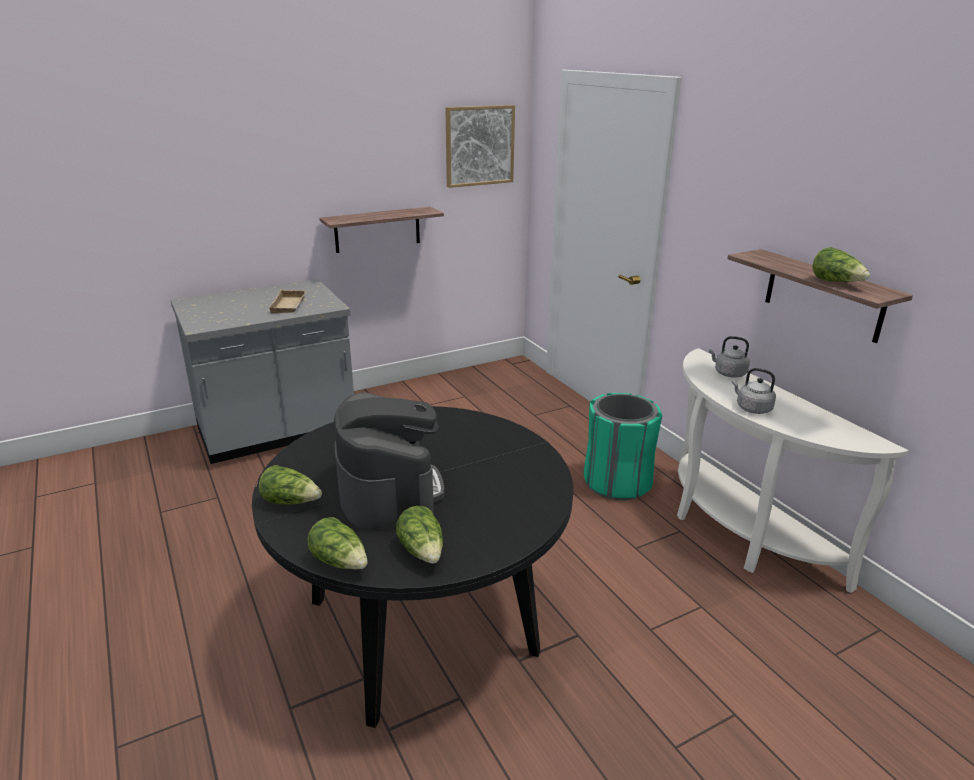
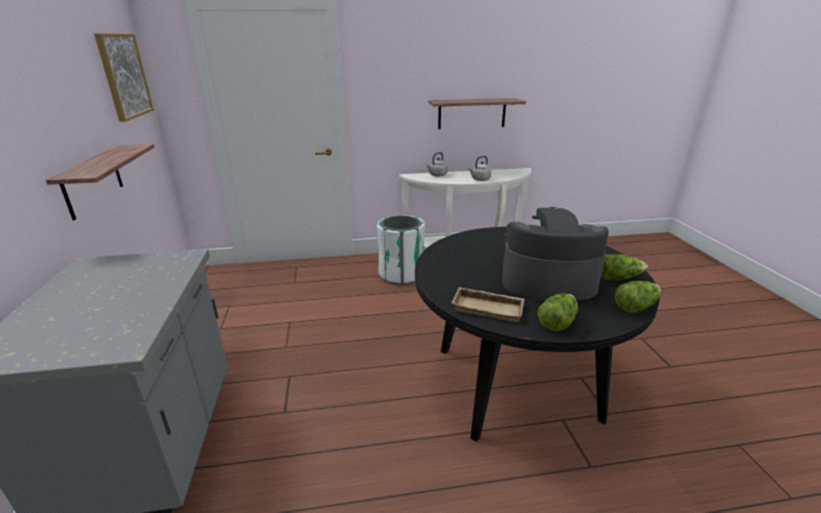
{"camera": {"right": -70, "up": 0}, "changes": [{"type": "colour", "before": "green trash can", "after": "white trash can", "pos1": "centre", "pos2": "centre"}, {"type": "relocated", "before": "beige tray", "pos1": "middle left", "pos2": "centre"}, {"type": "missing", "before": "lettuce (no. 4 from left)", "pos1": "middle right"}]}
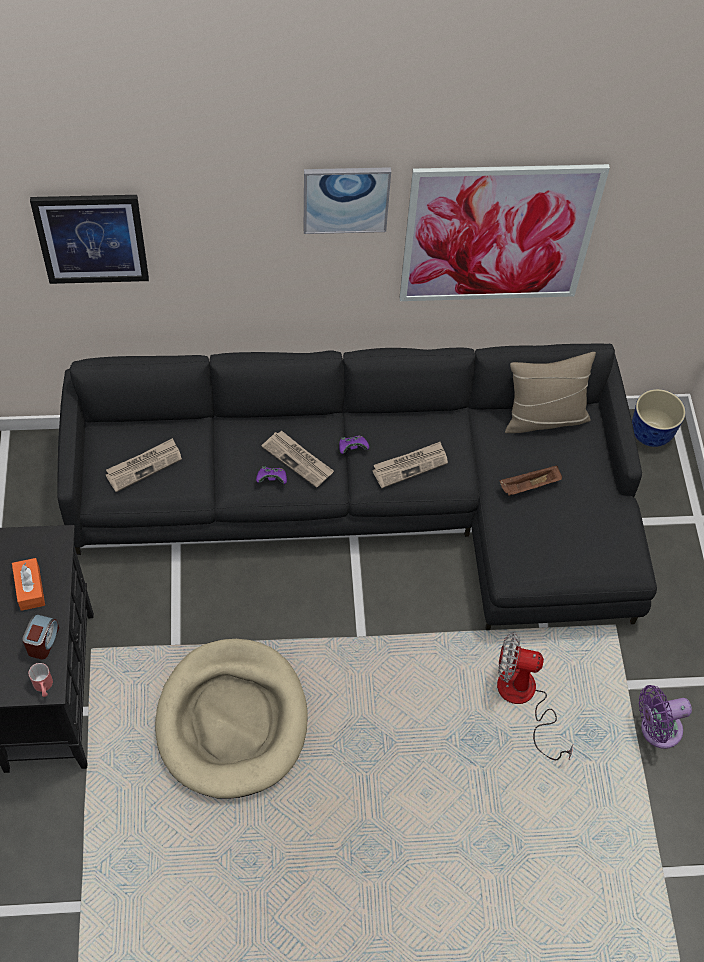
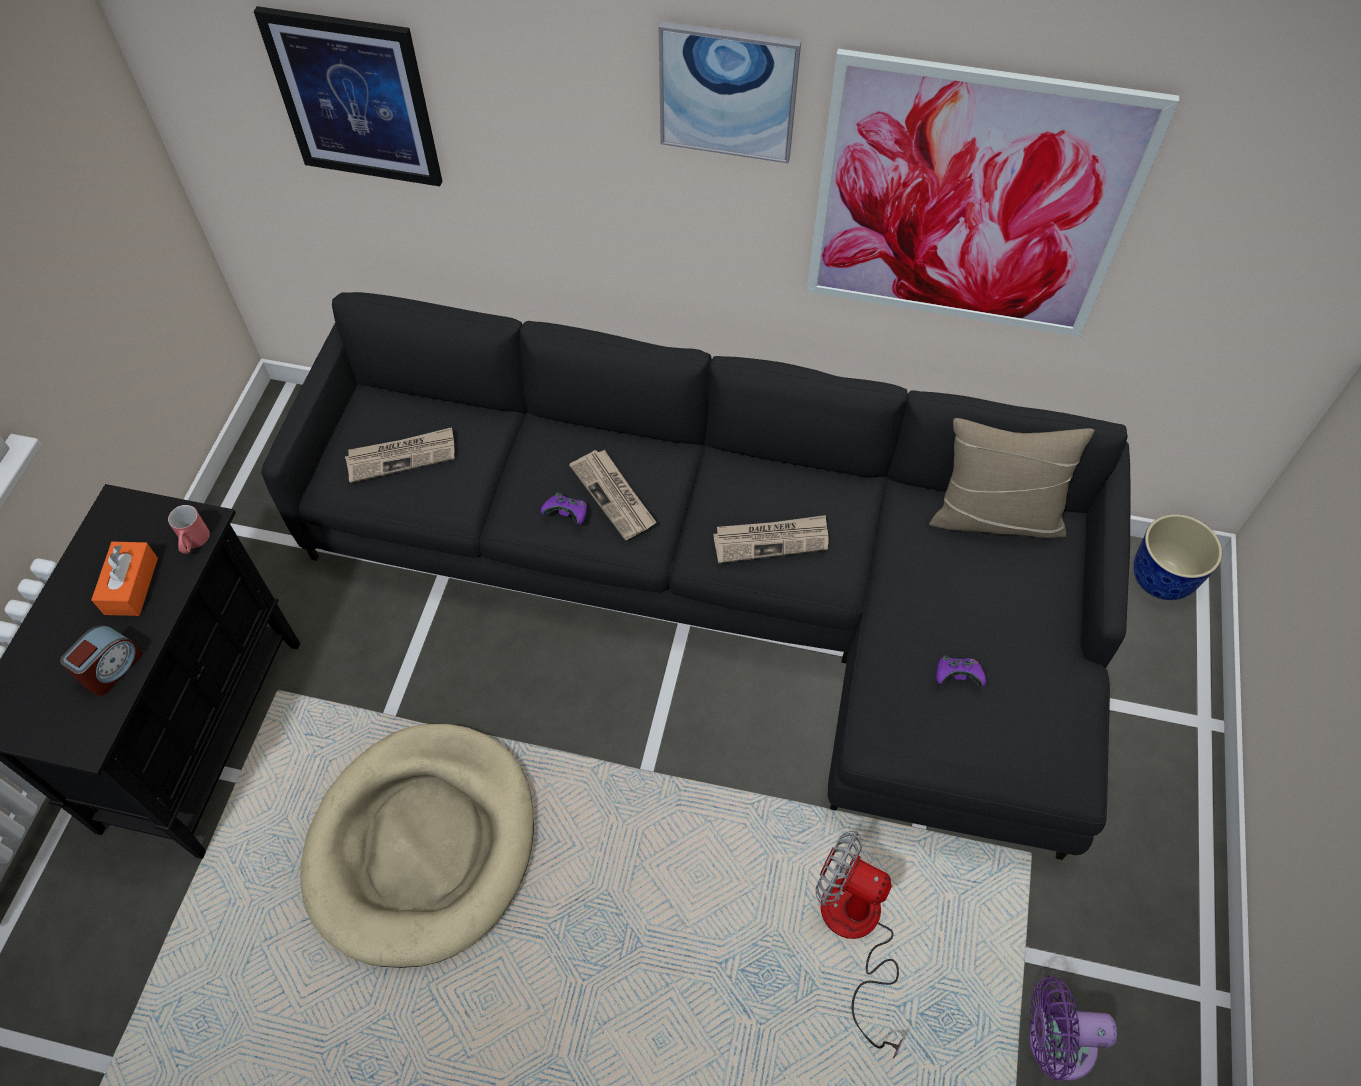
{"camera": {"right": 20, "up": 0}, "changes": [{"type": "relocated", "before": "red mug", "pos1": "bottom left", "pos2": "middle left"}, {"type": "relocated", "before": "purple game controller (no. 2 from left)", "pos1": "centre", "pos2": "middle right"}, {"type": "missing", "before": "brown tray", "pos1": "middle right"}]}
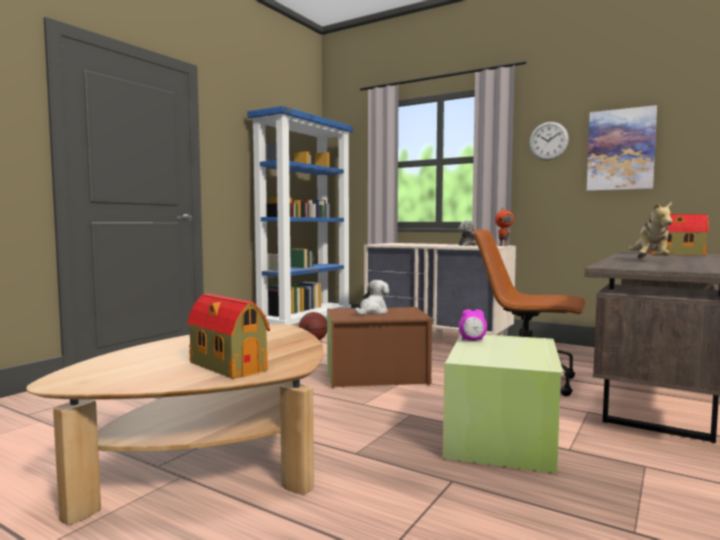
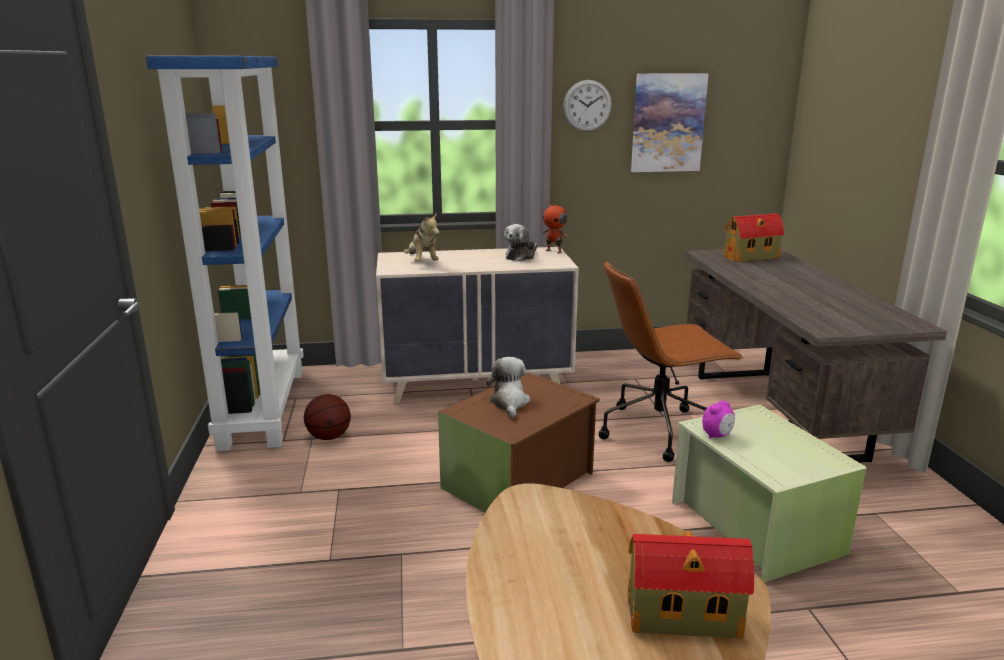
{"camera": {"right": -40, "up": 15}, "changes": [{"type": "relocated", "before": "plush toy (no. 3 from left in the first image)", "after": "plush toy (no. 1 from left)", "pos1": "middle right", "pos2": "centre"}]}
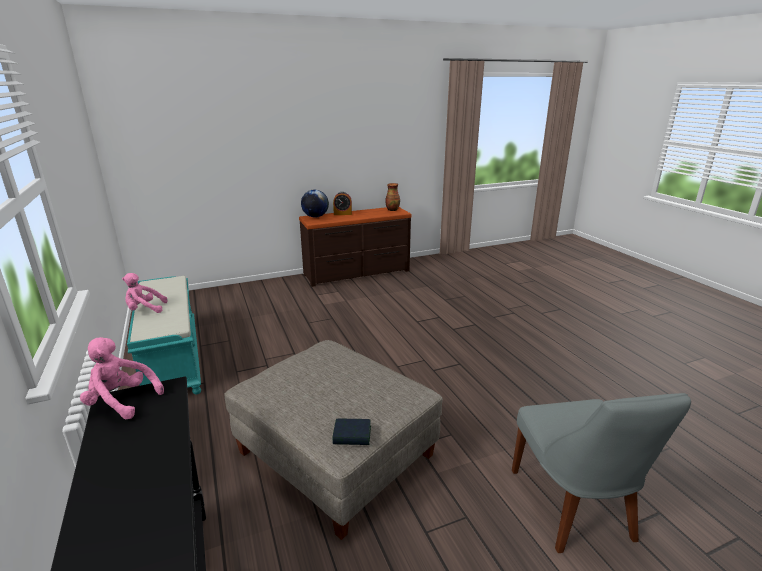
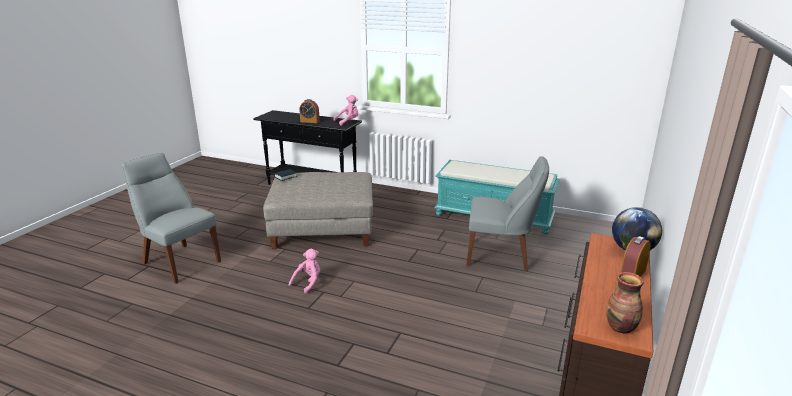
{"camera": {"right": 135, "up": 0}, "changes": [{"type": "relocated", "before": "pink plush toy (no. 2 from left in the first image)", "after": "pink plush toy (no. 1 from left)", "pos1": "middle left", "pos2": "bottom centre"}, {"type": "appeared", "after": "alarm clock (no. 1 from left)", "pos2": "top centre"}, {"type": "appeared", "after": "grey chair (no. 2 from left)", "pos2": "centre"}]}
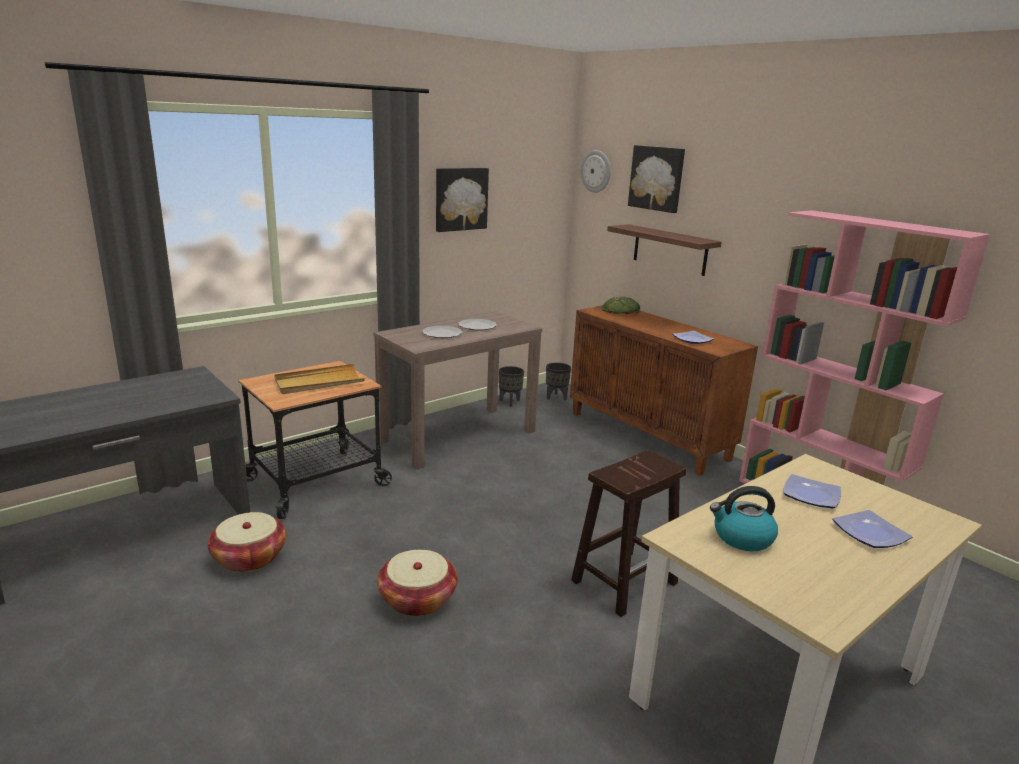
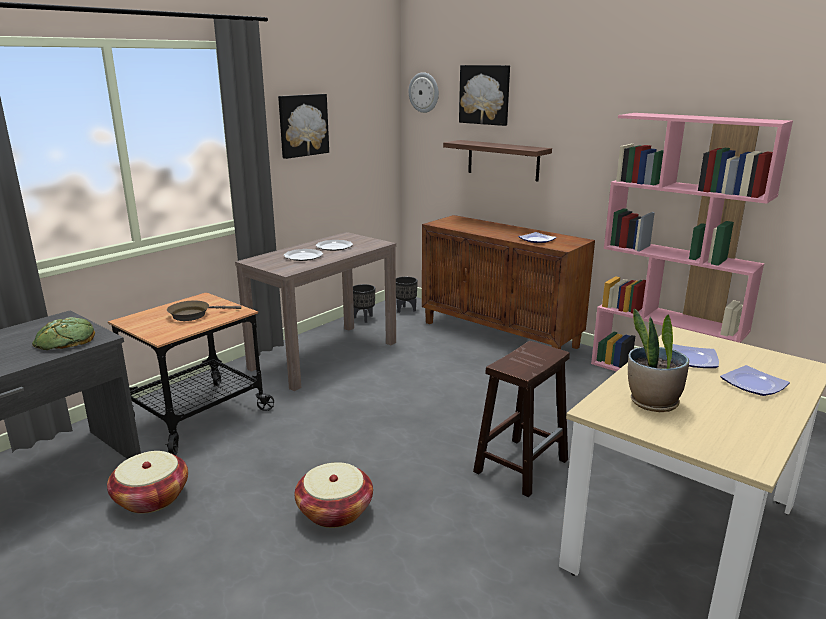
{"camera": {"right": -10, "up": 0}, "changes": [{"type": "relocated", "before": "bread", "pos1": "centre", "pos2": "middle left"}, {"type": "exchanged", "before": "beige tray", "after": "brown frying pan", "pos1": "middle left", "pos2": "middle left"}, {"type": "exchanged", "before": "kettle", "after": "potted plant", "pos1": "bottom right", "pos2": "middle right"}]}
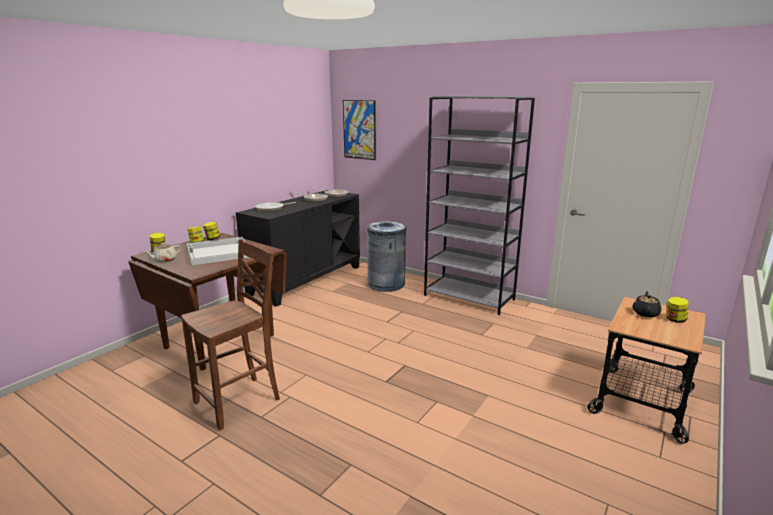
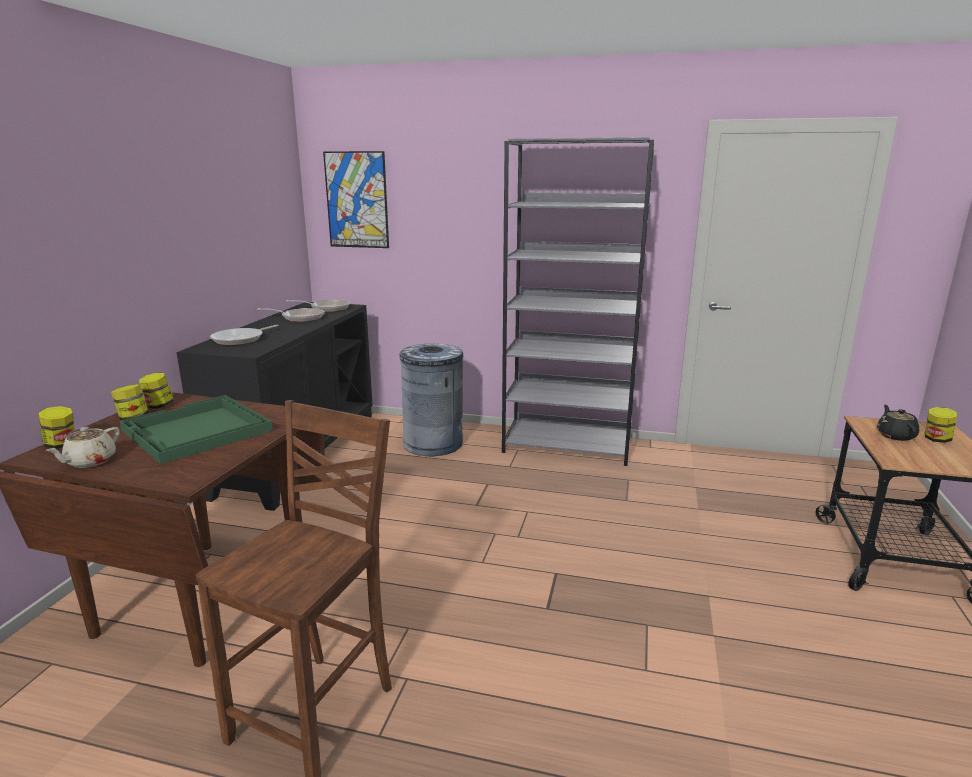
{"camera": {"right": -20, "up": 0}, "changes": [{"type": "colour", "before": "white tray", "after": "green tray", "pos1": "middle left", "pos2": "middle left"}]}
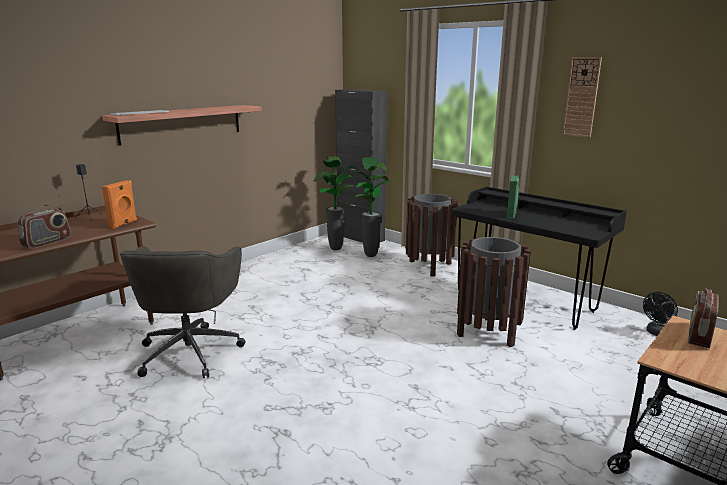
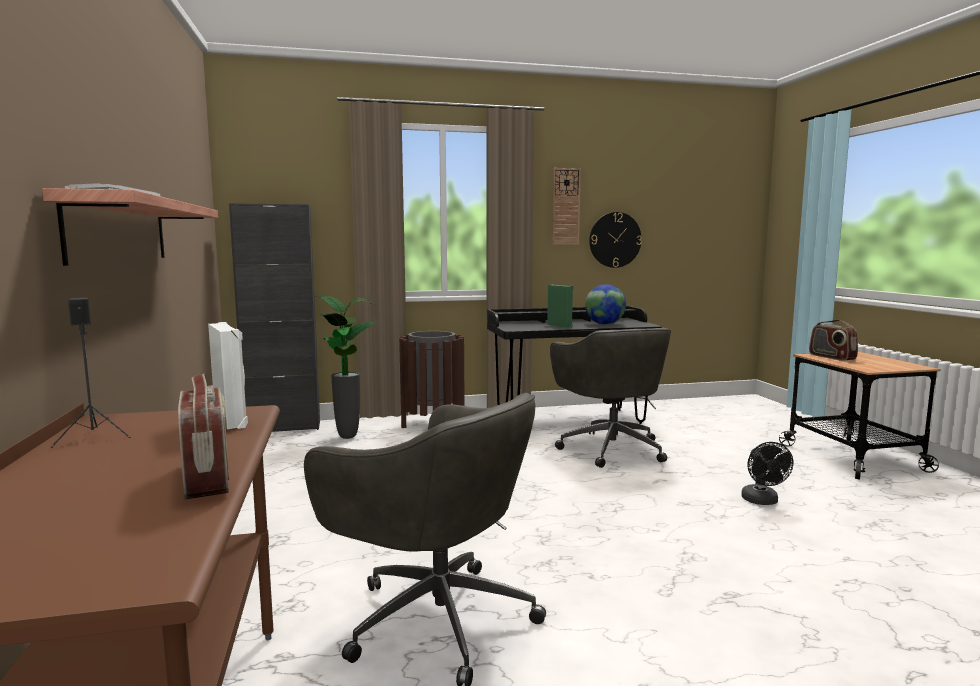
{"camera": {"right": -55, "up": -10}, "changes": [{"type": "colour", "before": "orange speaker", "after": "white speaker", "pos1": "middle left", "pos2": "middle left"}, {"type": "exchanged", "before": "brown trash can (no. 2 from left)", "after": "grey office chair (no. 2 from left)", "pos1": "middle right", "pos2": "centre"}, {"type": "appeared", "after": "globe", "pos2": "centre"}, {"type": "appeared", "after": "wall clock (no. 2 from left)", "pos2": "centre"}, {"type": "relocated", "before": "black fan", "pos1": "middle right", "pos2": "bottom right"}, {"type": "missing", "before": "potted plant (no. 1 from left)", "pos1": "centre"}]}
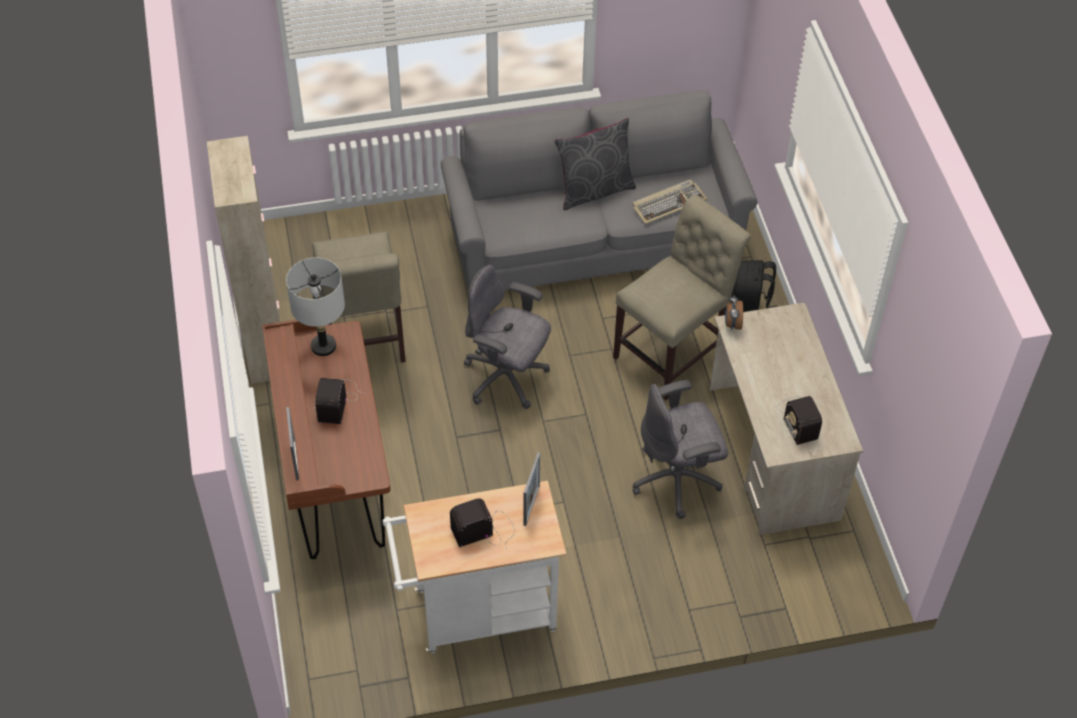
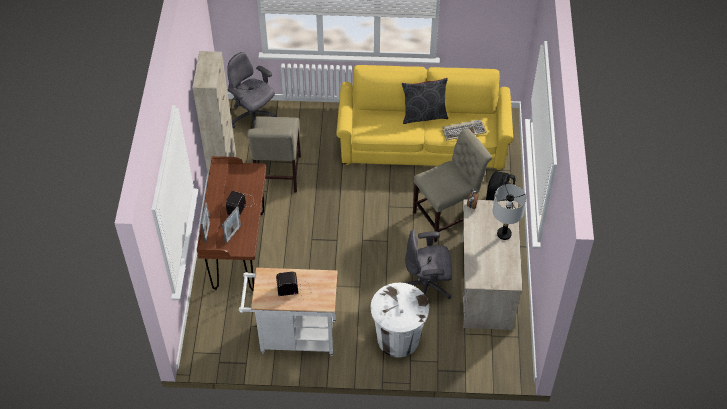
{"camera": {"right": 15, "up": 0}, "changes": [{"type": "relocated", "before": "picture frame (no. 2 from left)", "pos1": "bottom centre", "pos2": "middle left"}, {"type": "relocated", "before": "grey office chair (no. 1 from left)", "pos1": "centre", "pos2": "top centre"}, {"type": "colour", "before": "grey sofa", "after": "yellow sofa", "pos1": "top centre", "pos2": "top centre"}, {"type": "appeared", "after": "white trash can", "pos2": "bottom centre"}, {"type": "relocated", "before": "grey table lamp", "pos1": "middle left", "pos2": "middle right"}, {"type": "missing", "before": "radio (no. 3 from left)", "pos1": "middle right"}]}
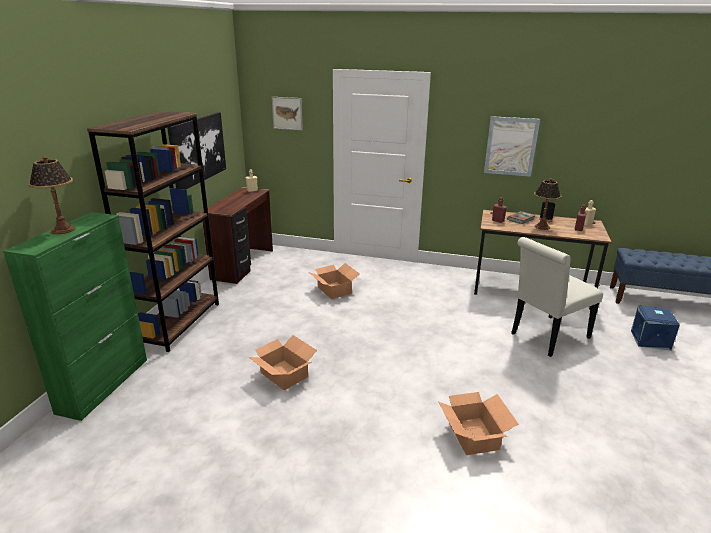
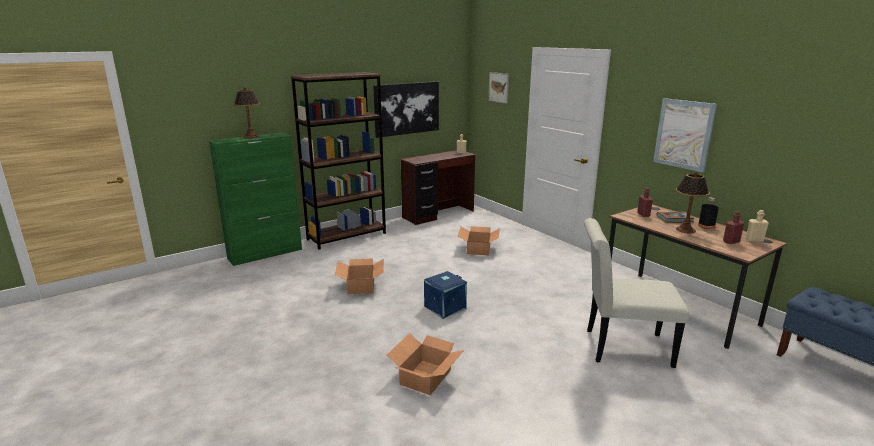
{"camera": {"right": 40, "up": -5}, "changes": [{"type": "relocated", "before": "blue storage box", "pos1": "middle right", "pos2": "centre"}]}
